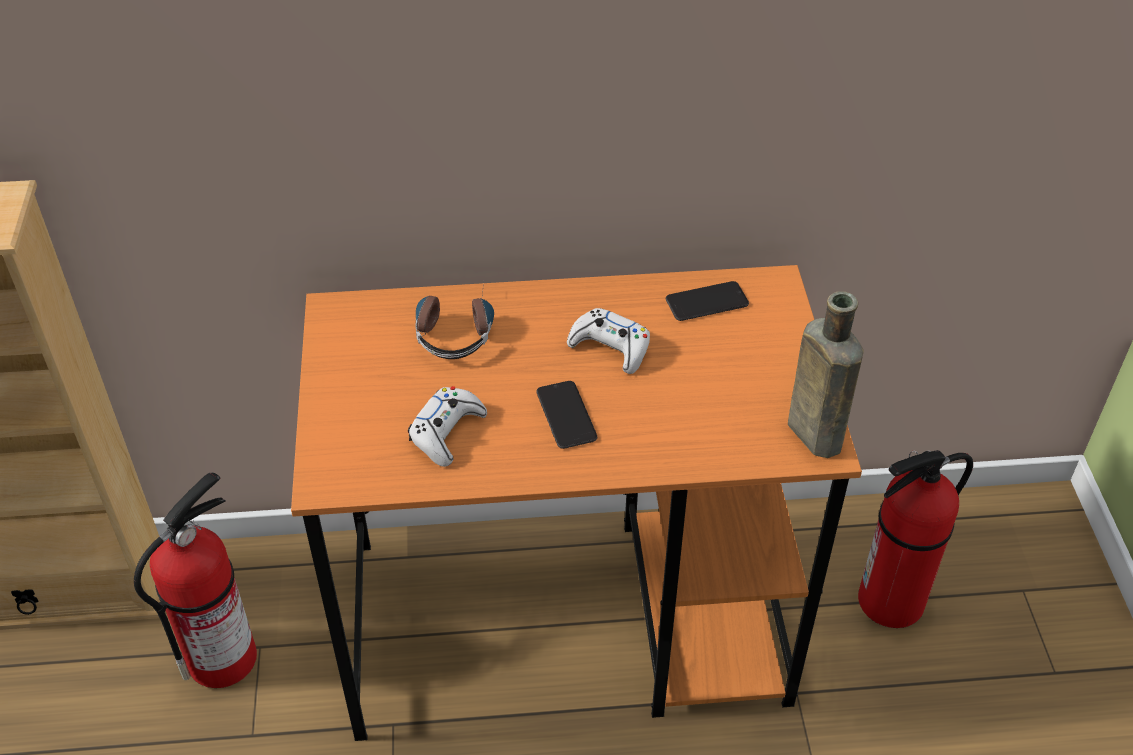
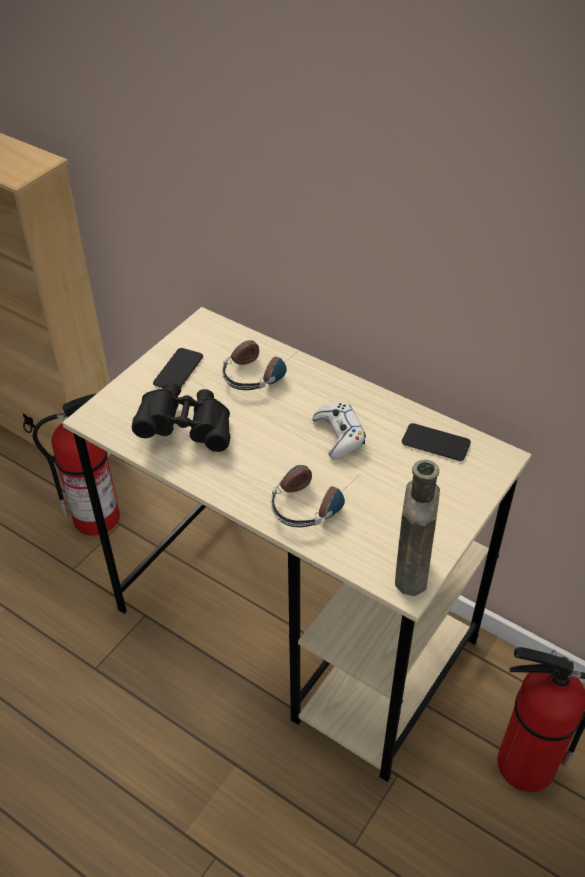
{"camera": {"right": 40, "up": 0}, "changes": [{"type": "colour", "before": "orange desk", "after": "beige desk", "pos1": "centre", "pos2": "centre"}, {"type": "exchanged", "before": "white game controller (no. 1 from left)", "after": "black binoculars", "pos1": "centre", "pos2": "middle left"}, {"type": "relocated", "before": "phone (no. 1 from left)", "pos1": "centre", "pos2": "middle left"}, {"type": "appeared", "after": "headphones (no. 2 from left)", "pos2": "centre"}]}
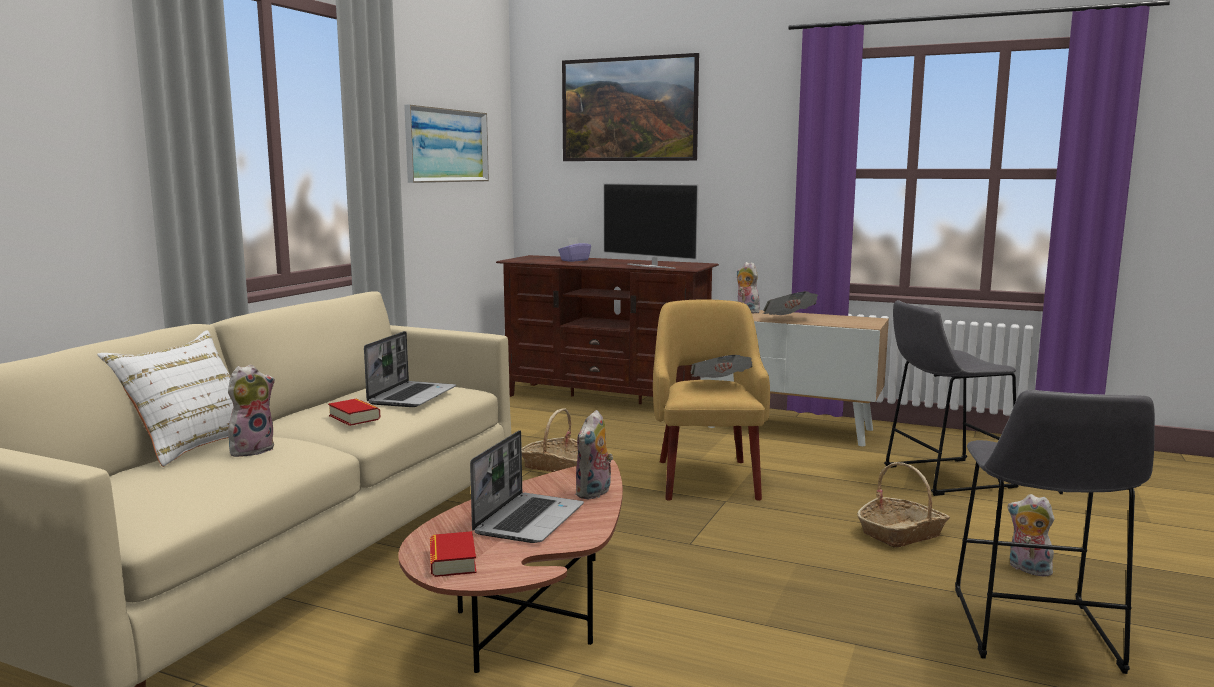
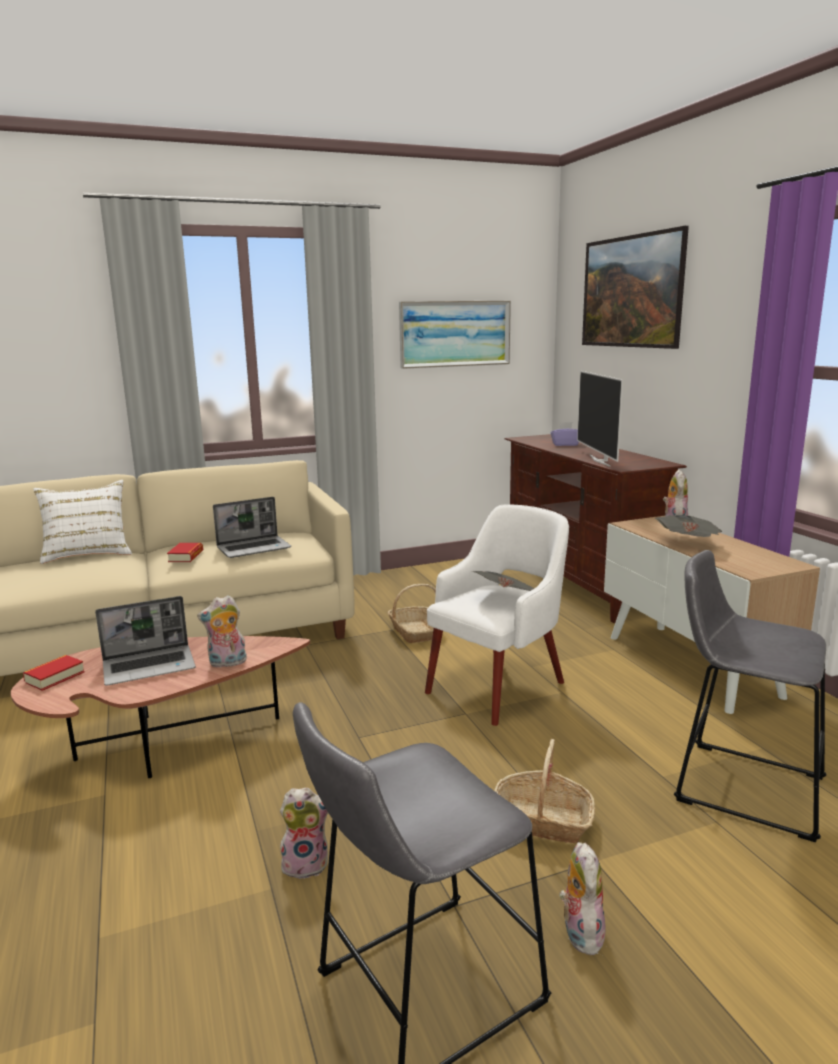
{"camera": {"right": 45, "up": 5}, "changes": [{"type": "relocated", "before": "plush toy (no. 1 from left in the first image)", "after": "plush toy (no. 2 from left)", "pos1": "middle left", "pos2": "bottom centre"}, {"type": "colour", "before": "yellow armchair", "after": "white armchair", "pos1": "centre", "pos2": "centre"}]}
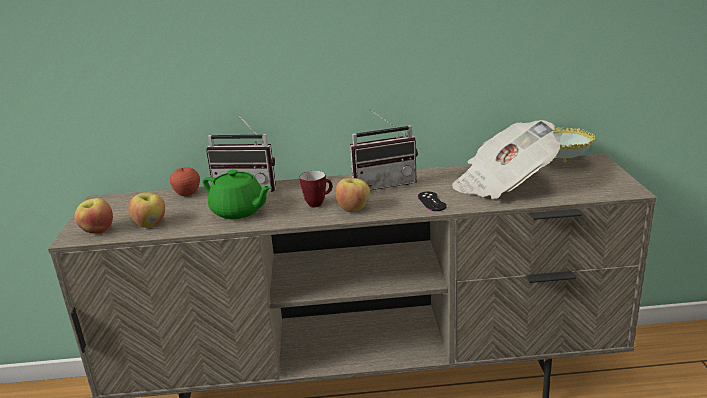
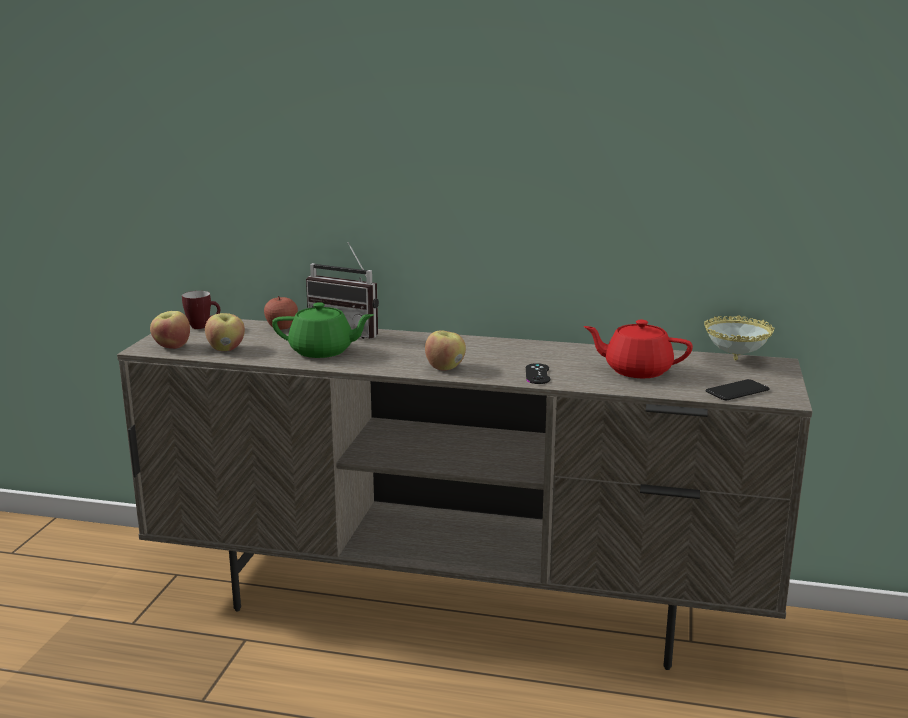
{"camera": {"right": 15, "up": -5}, "changes": [{"type": "relocated", "before": "mug", "pos1": "centre", "pos2": "middle left"}, {"type": "spun", "before": "green teapot", "pos1": "centre", "pos2": "centre", "turn": -45}, {"type": "exchanged", "before": "newspaper", "after": "red teapot", "pos1": "middle right", "pos2": "middle right"}, {"type": "appeared", "after": "phone", "pos2": "middle right"}, {"type": "missing", "before": "radio (no. 2 from left)", "pos1": "centre"}]}
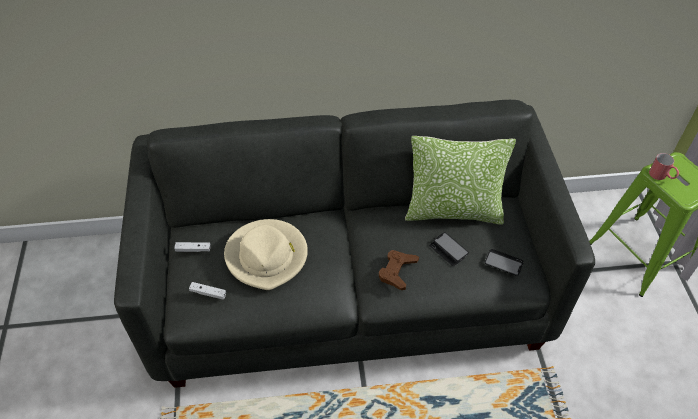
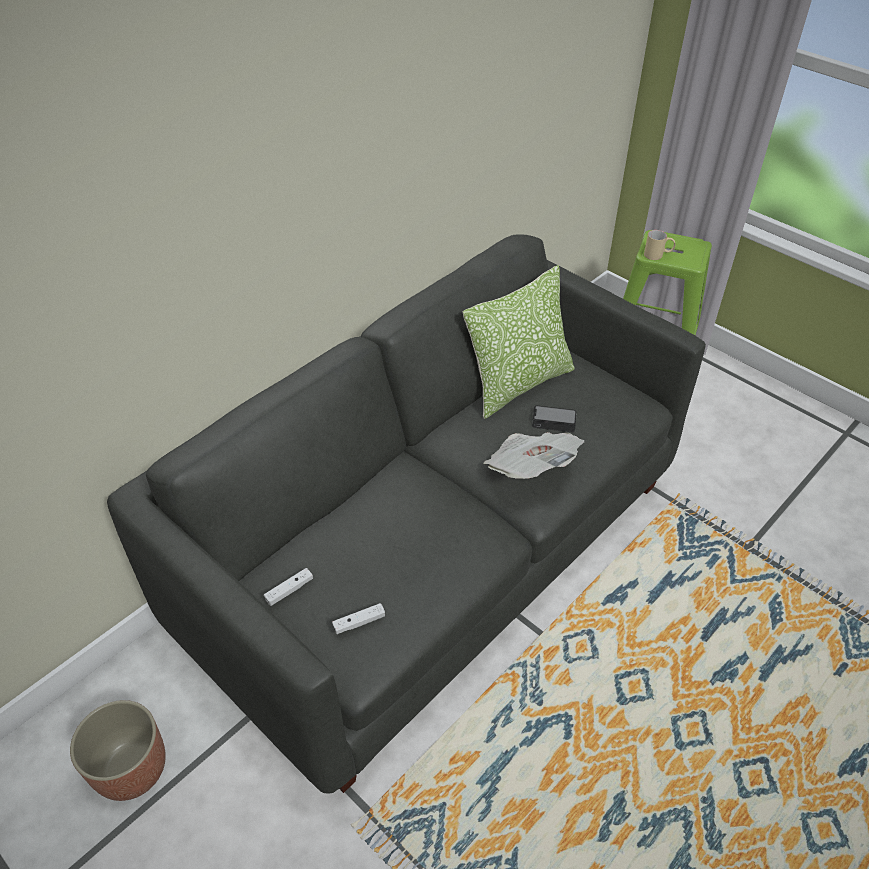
{"camera": {"right": -40, "up": -5}, "changes": [{"type": "appeared", "after": "planter", "pos2": "bottom left"}, {"type": "exchanged", "before": "brown game controller", "after": "newspaper", "pos1": "centre", "pos2": "centre"}, {"type": "colour", "before": "red mug", "after": "beige mug", "pos1": "middle right", "pos2": "top right"}, {"type": "missing", "before": "beige hat", "pos1": "centre"}, {"type": "missing", "before": "phone (no. 2 from left)", "pos1": "middle right"}]}
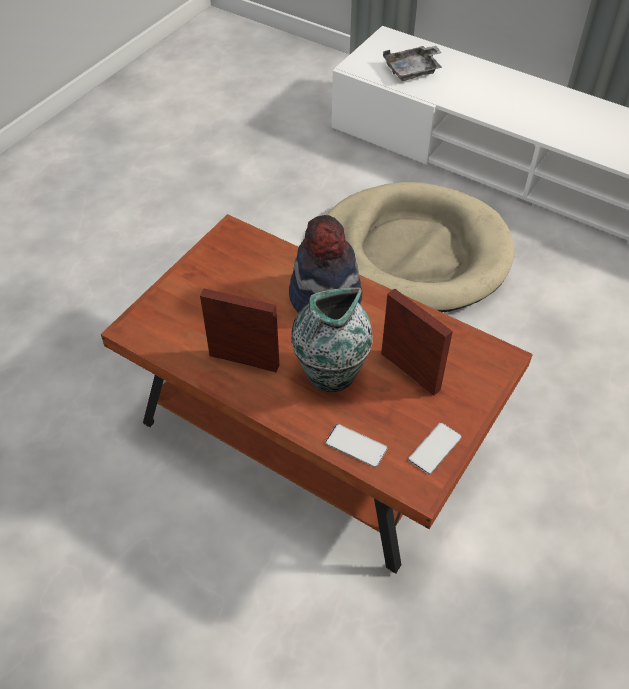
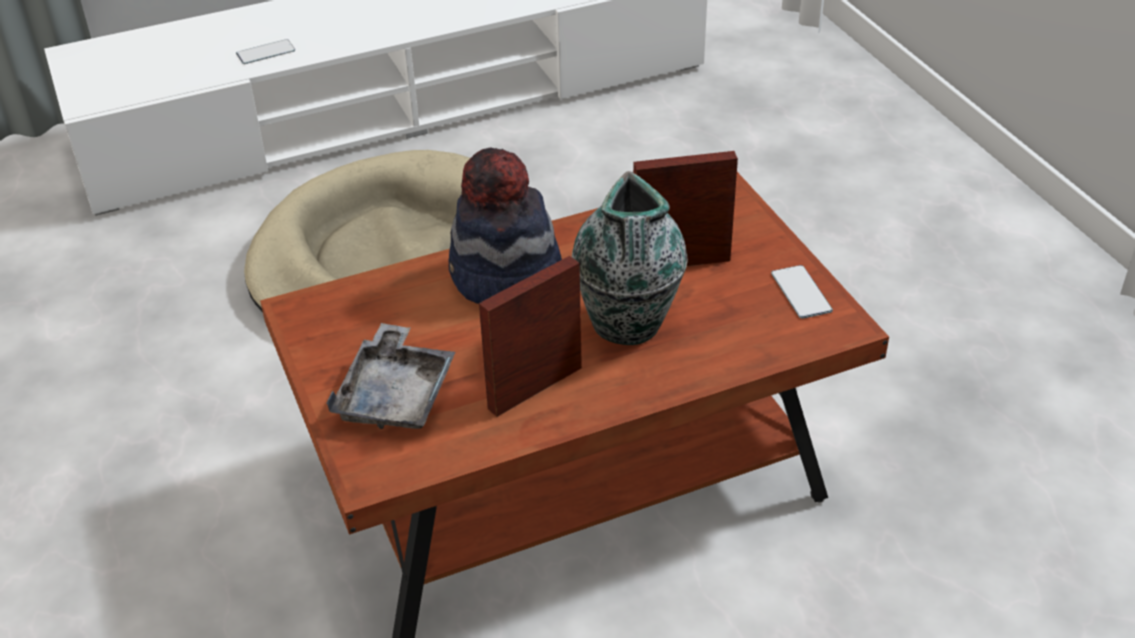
{"camera": {"right": -55, "up": -10}, "changes": [{"type": "relocated", "before": "phone (no. 1 from left)", "pos1": "centre", "pos2": "top left"}, {"type": "relocated", "before": "grey tray", "pos1": "top centre", "pos2": "centre"}]}
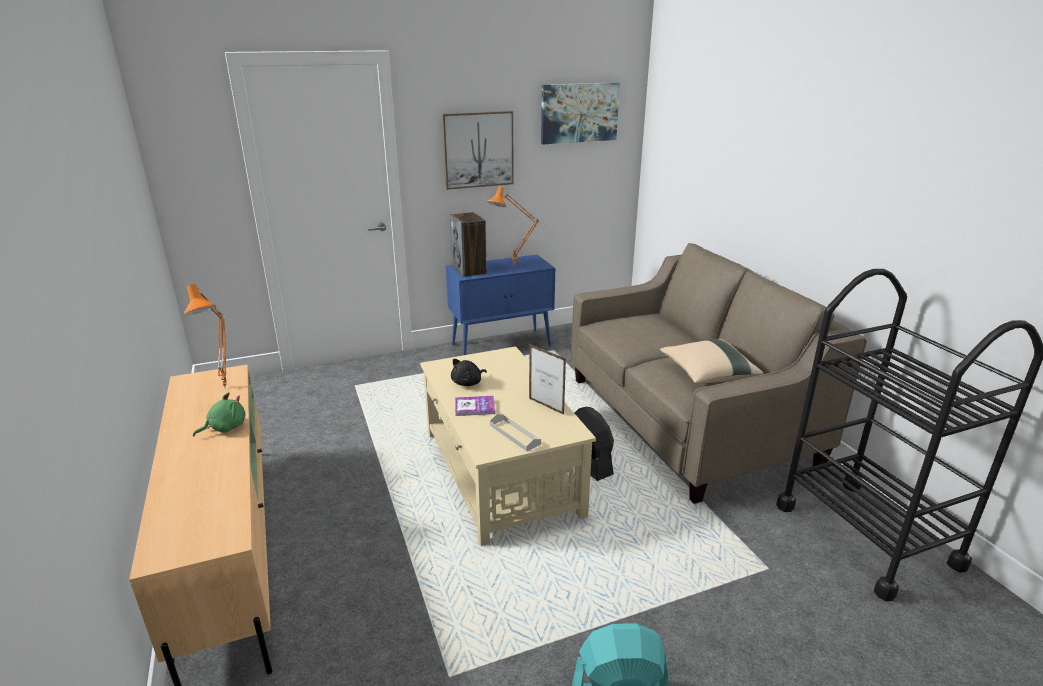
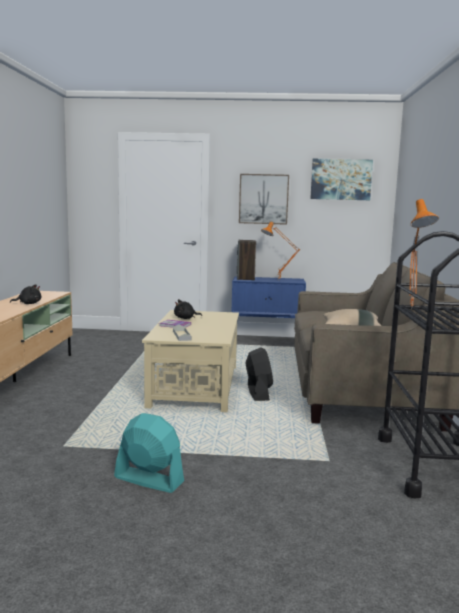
{"camera": {"right": 25, "up": -15}, "changes": [{"type": "colour", "before": "green plush toy", "after": "black plush toy (no. 1 from left)", "pos1": "middle left", "pos2": "middle left"}, {"type": "relocated", "before": "orange table lamp (no. 1 from left in the first image)", "after": "orange table lamp (no. 2 from left)", "pos1": "middle left", "pos2": "middle right"}, {"type": "missing", "before": "picture frame", "pos1": "centre"}]}
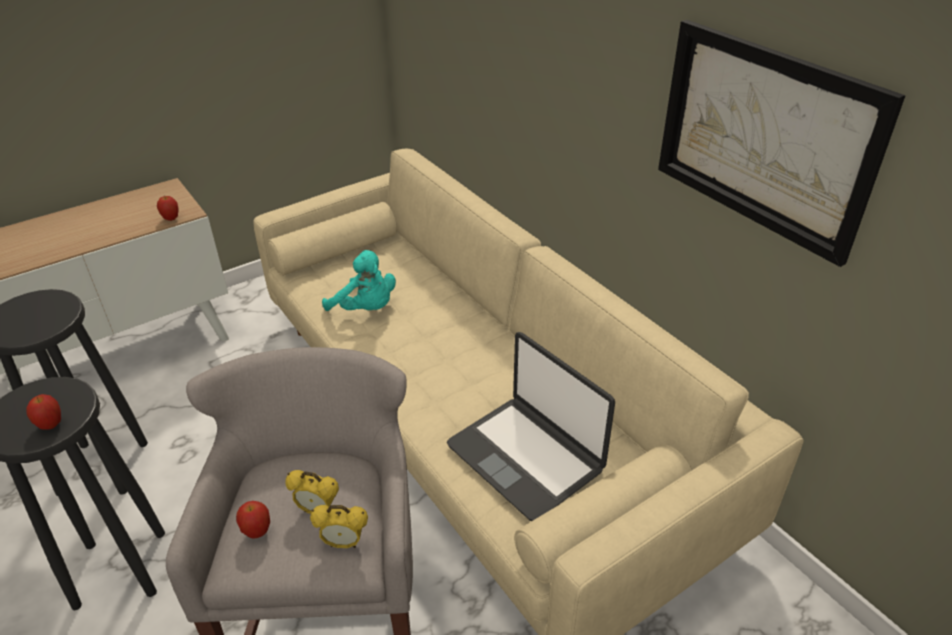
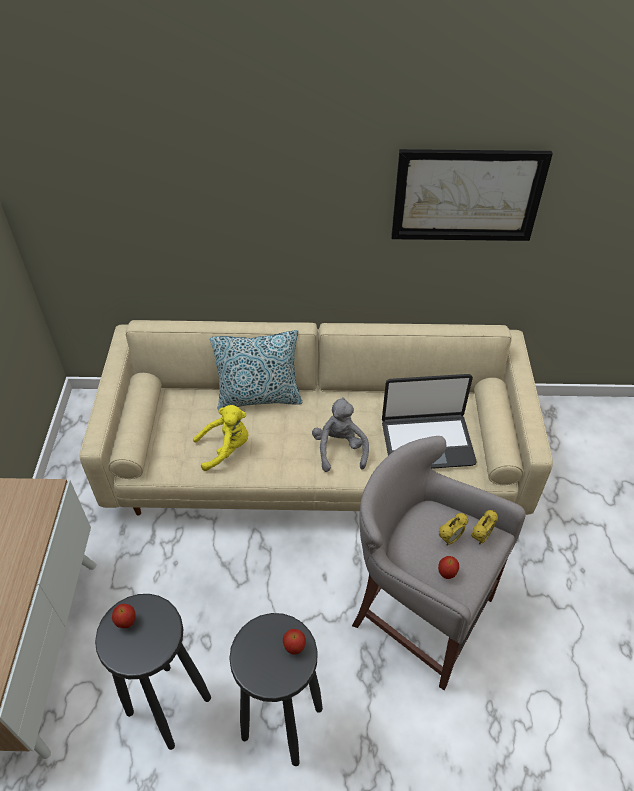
{"camera": {"right": -55, "up": 10}, "changes": [{"type": "relocated", "before": "apple (no. 2 from left in the first image)", "after": "apple (no. 1 from left)", "pos1": "top left", "pos2": "bottom left"}, {"type": "colour", "before": "turquoise plush toy", "after": "yellow plush toy", "pos1": "centre", "pos2": "centre"}, {"type": "appeared", "after": "pillow", "pos2": "centre"}, {"type": "appeared", "after": "grey plush toy", "pos2": "centre"}]}
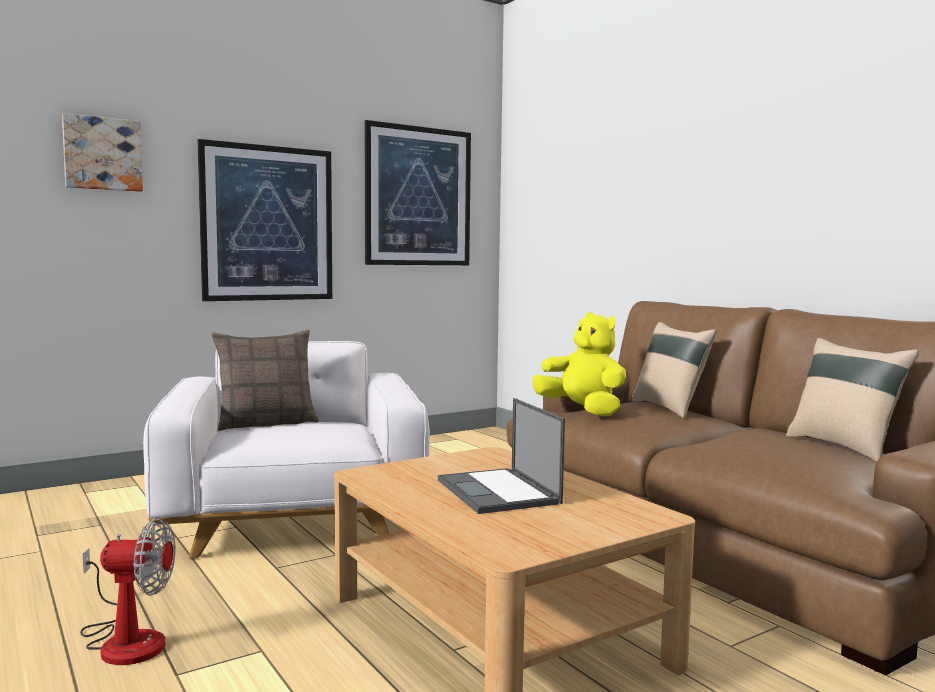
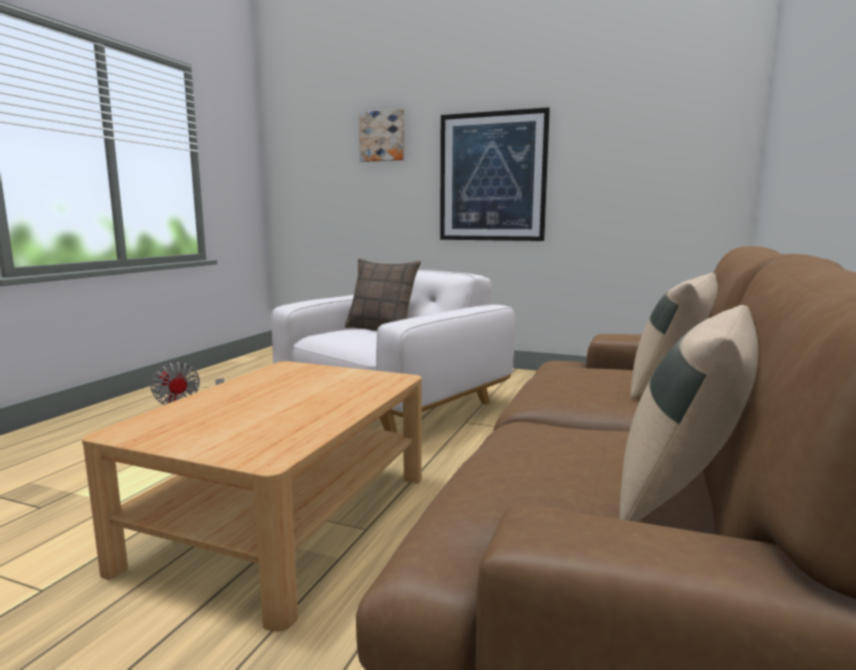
{"camera": {"right": 55, "up": 5}, "changes": [{"type": "missing", "before": "picture (no. 3 from left)", "pos1": "top centre"}, {"type": "missing", "before": "laptop", "pos1": "centre"}, {"type": "missing", "before": "yellow plush toy", "pos1": "centre"}]}
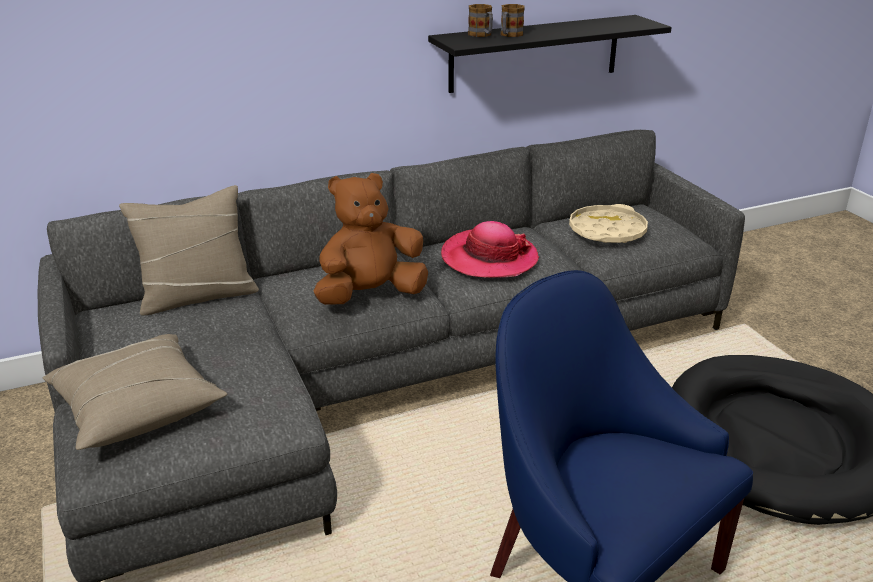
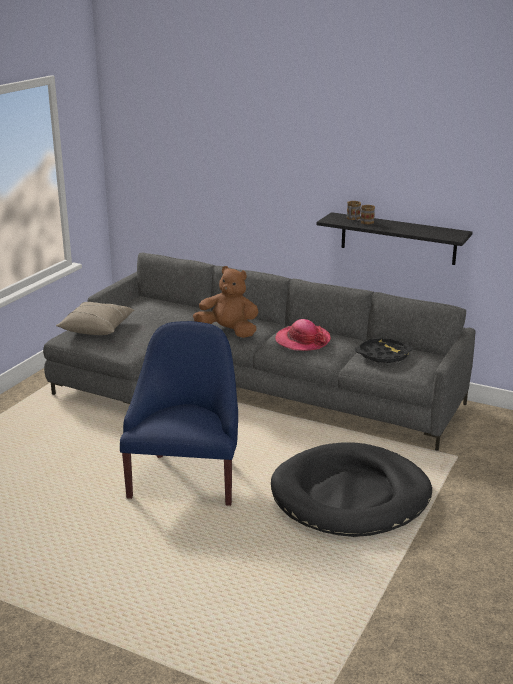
{"camera": {"right": 50, "up": -5}, "changes": [{"type": "colour", "before": "beige tray", "after": "black tray", "pos1": "middle right", "pos2": "middle right"}, {"type": "missing", "before": "beige pillow (no. 2 from left)", "pos1": "middle left"}]}
